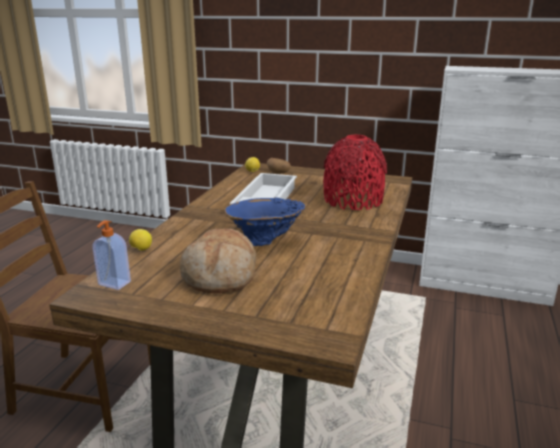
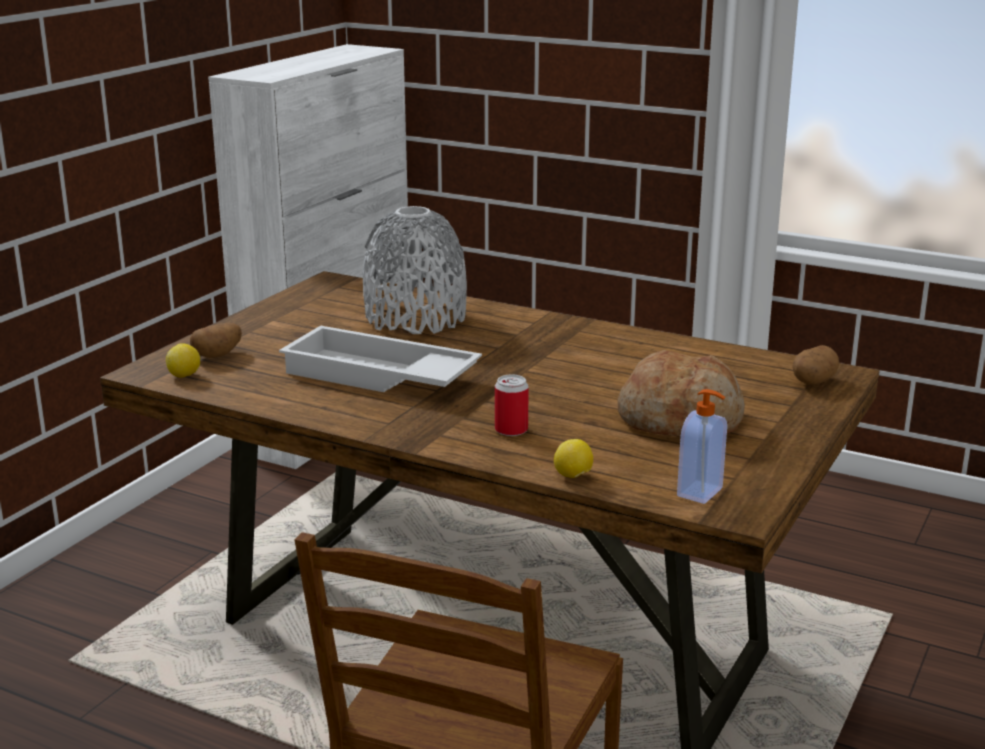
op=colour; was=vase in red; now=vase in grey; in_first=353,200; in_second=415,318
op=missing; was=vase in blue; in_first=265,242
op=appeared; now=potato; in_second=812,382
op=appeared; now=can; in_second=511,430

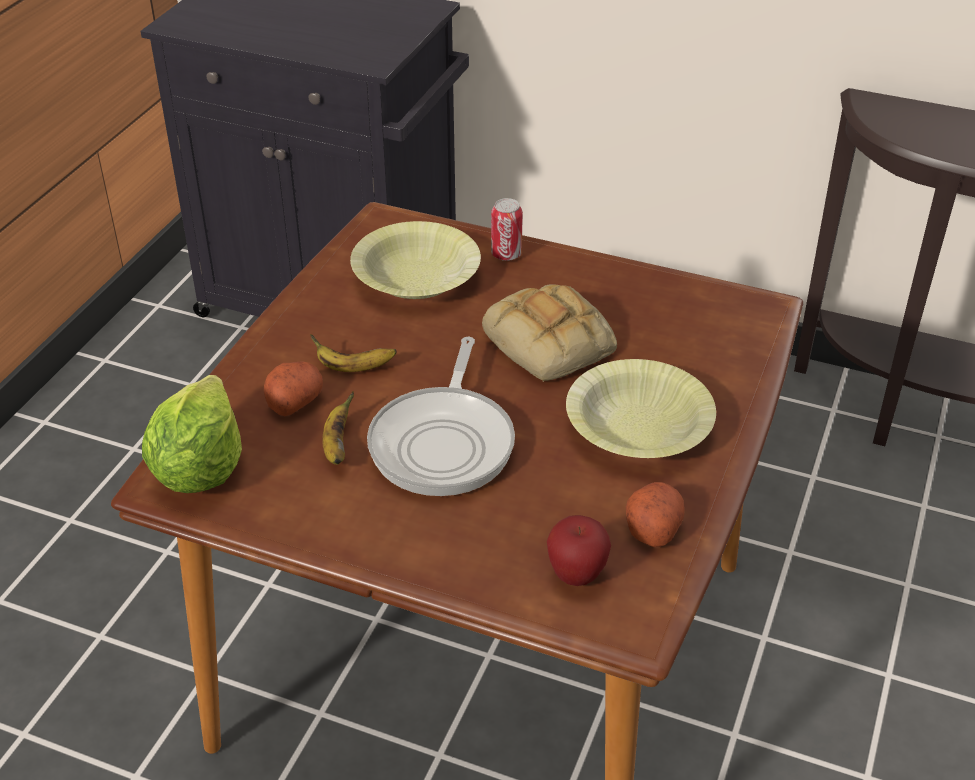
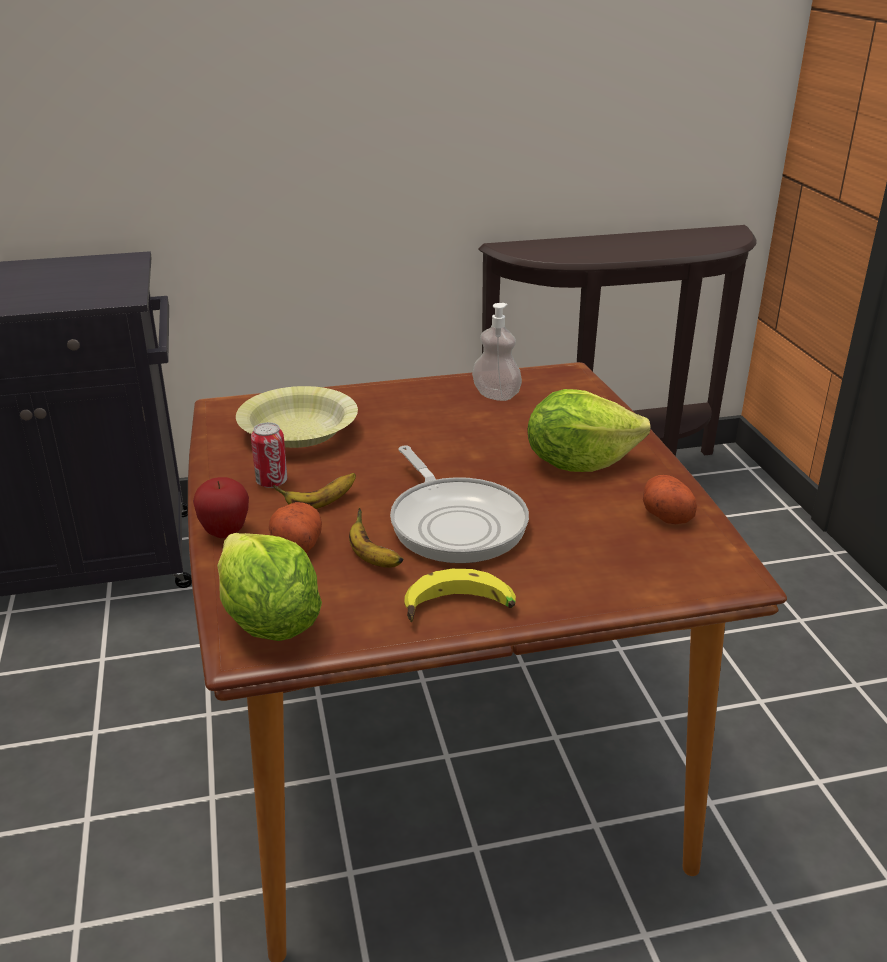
op=relocated; was=can; in_first=506,254; in_second=271,482
op=missing; was=bread; in_first=552,342
op=exchanged; was=bowl in yellow; now=lettuce; in_first=638,427; in_second=578,463
op=relocated; was=apple; in_first=576,575; in_second=225,532
op=appeared; now=soap dispenser; in_second=496,395
op=appeared; now=banana; in_second=459,611

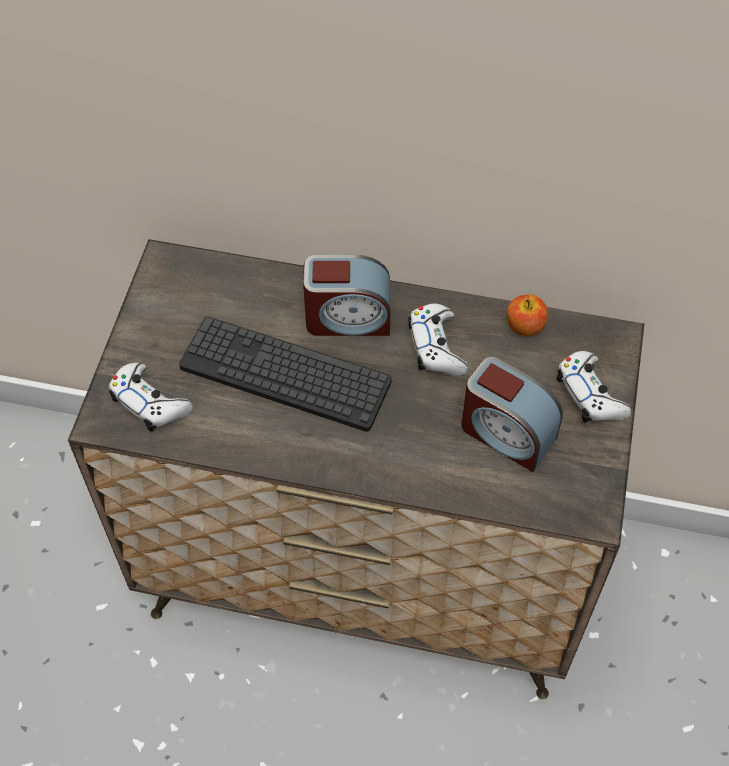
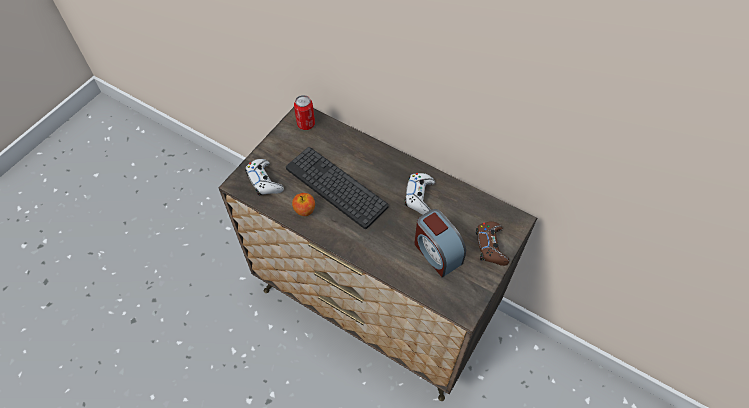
op=missing; was=alarm clock; in_first=348,318
op=relocated; was=apple; in_first=524,326; in_second=304,210
op=colour; was=game controller in white; now=game controller in brown; in_first=590,394; in_second=491,246
op=appeared; now=can; in_second=306,124

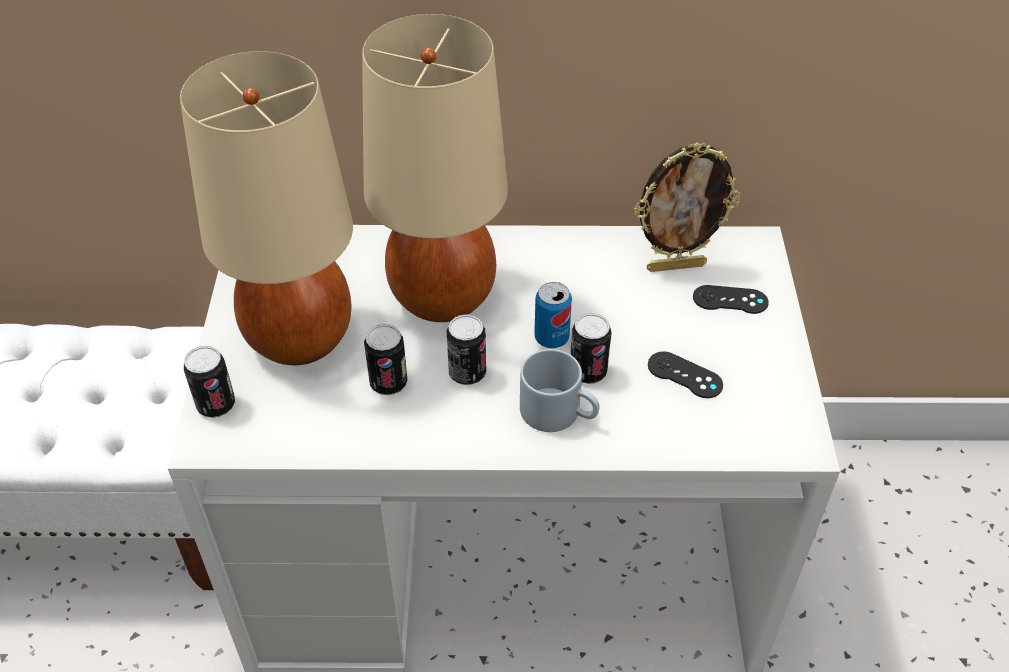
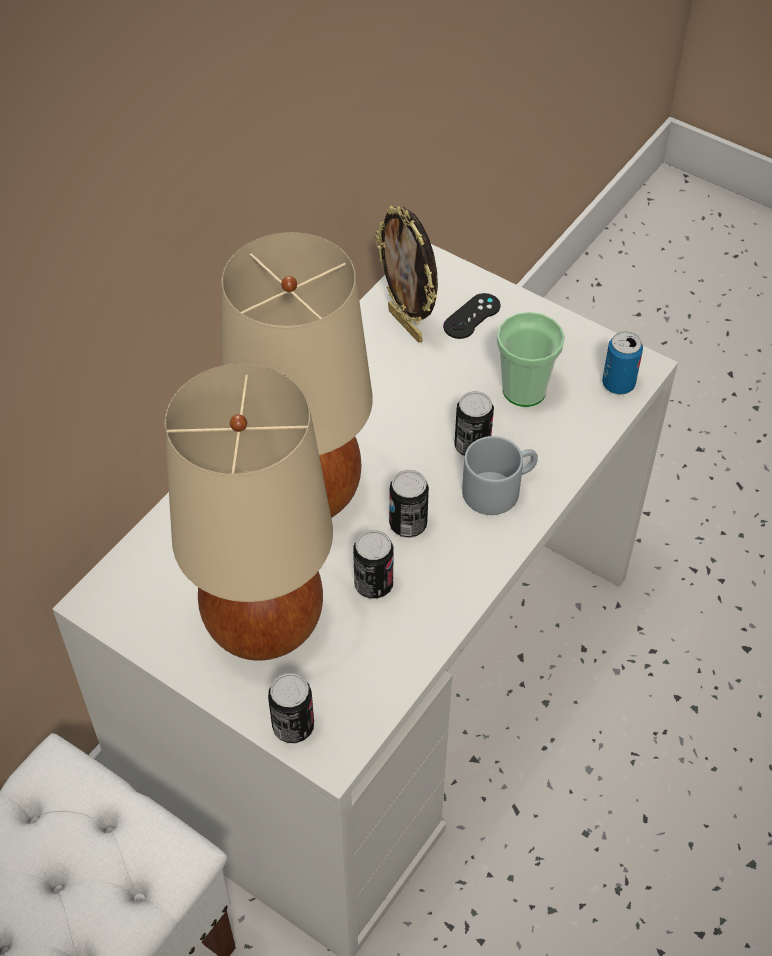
op=spun; was=picture frame; in_first=676,266; in_second=407,325; clockwise=120
op=relocated; was=can; in_first=551,338; in_second=618,384
op=exchanged; was=game controller in black; now=cup; in_first=684,375; in_second=524,390

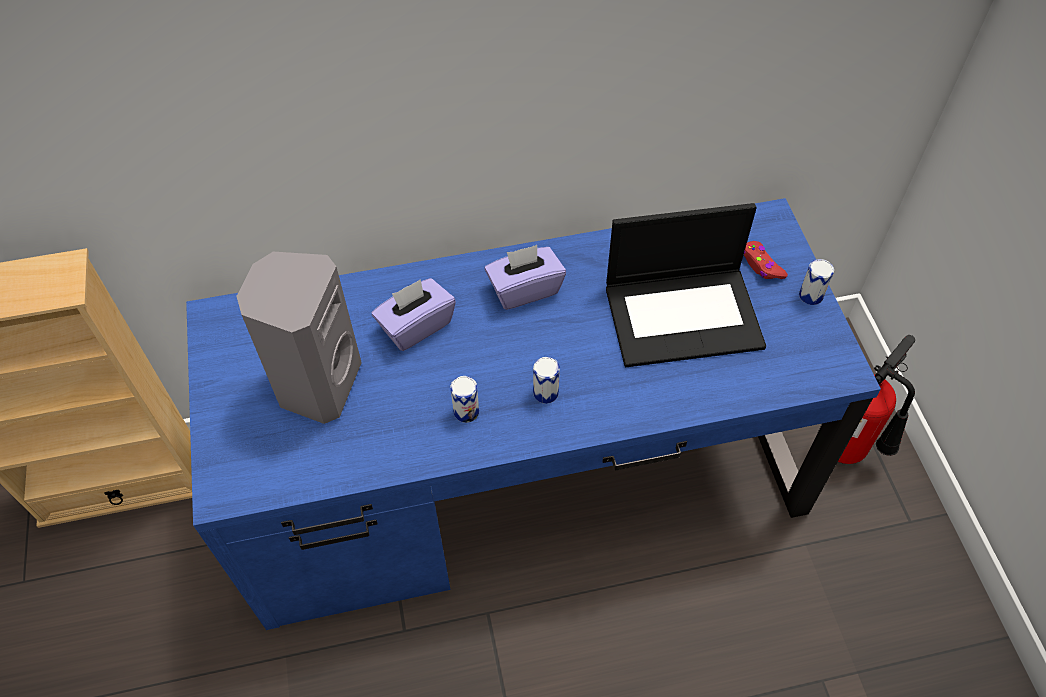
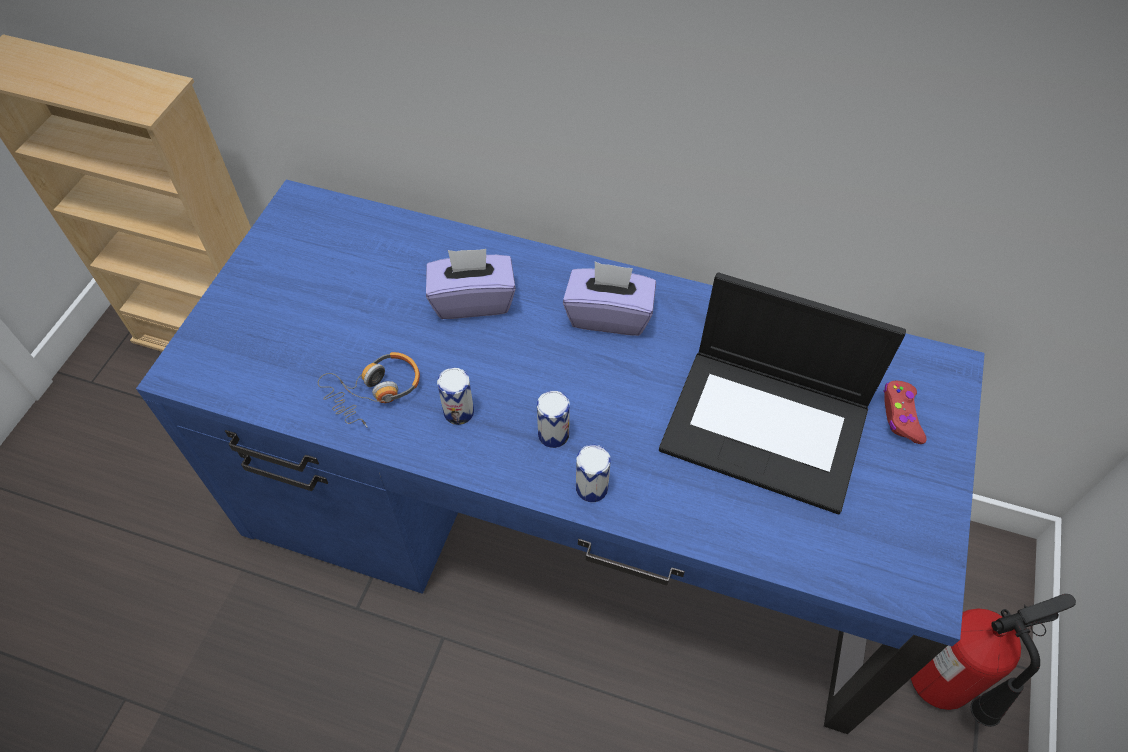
op=missing; was=speaker in grey; in_first=317,384
op=relocated; was=can; in_first=810,296; in_second=591,488
op=appeared; now=headphones; in_second=375,392

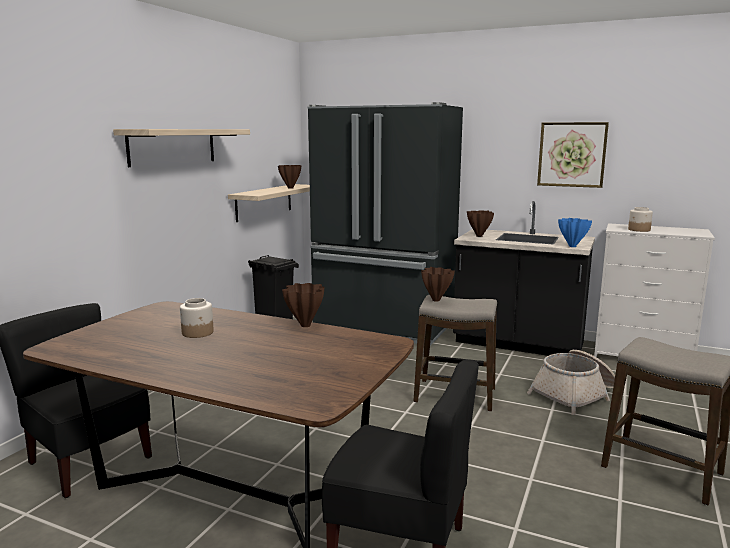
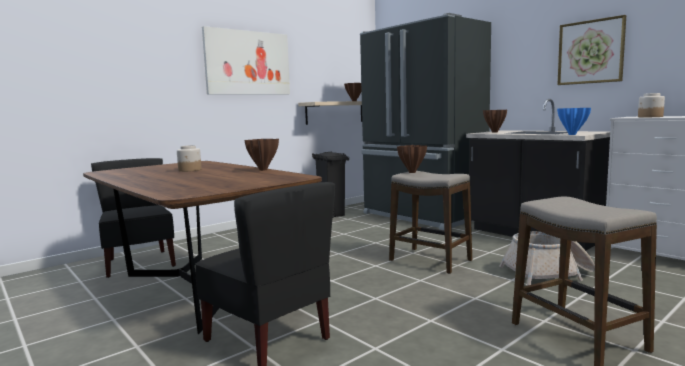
op=exchanged; was=shelf; now=picture; in_first=173,146; in_second=248,63

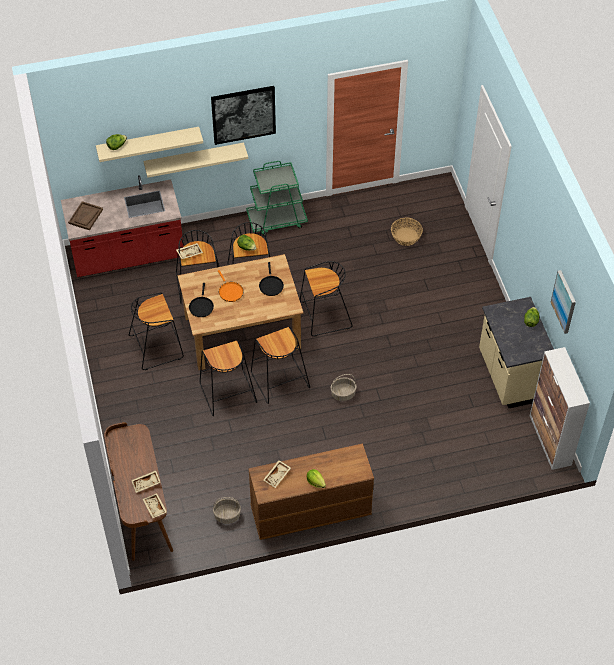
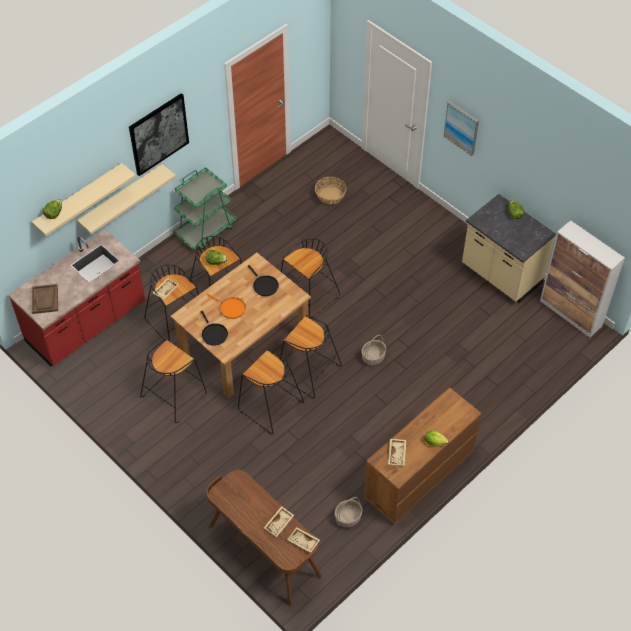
op=relocated; was=picture; in_first=564,301; in_second=461,127

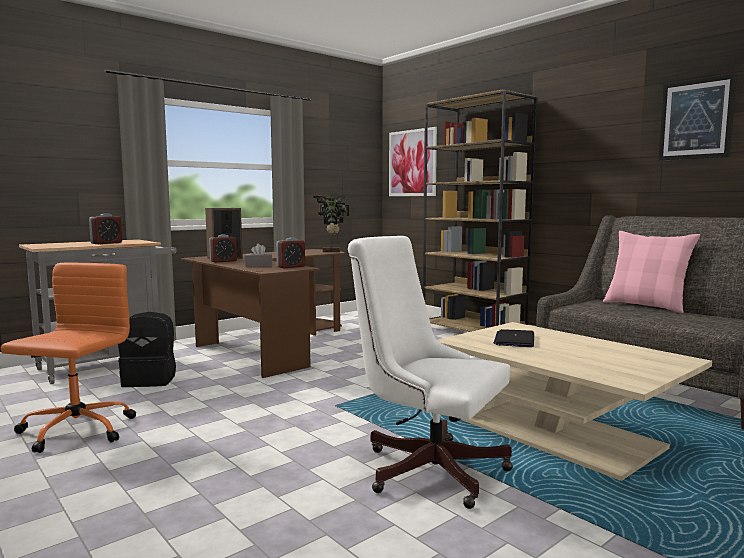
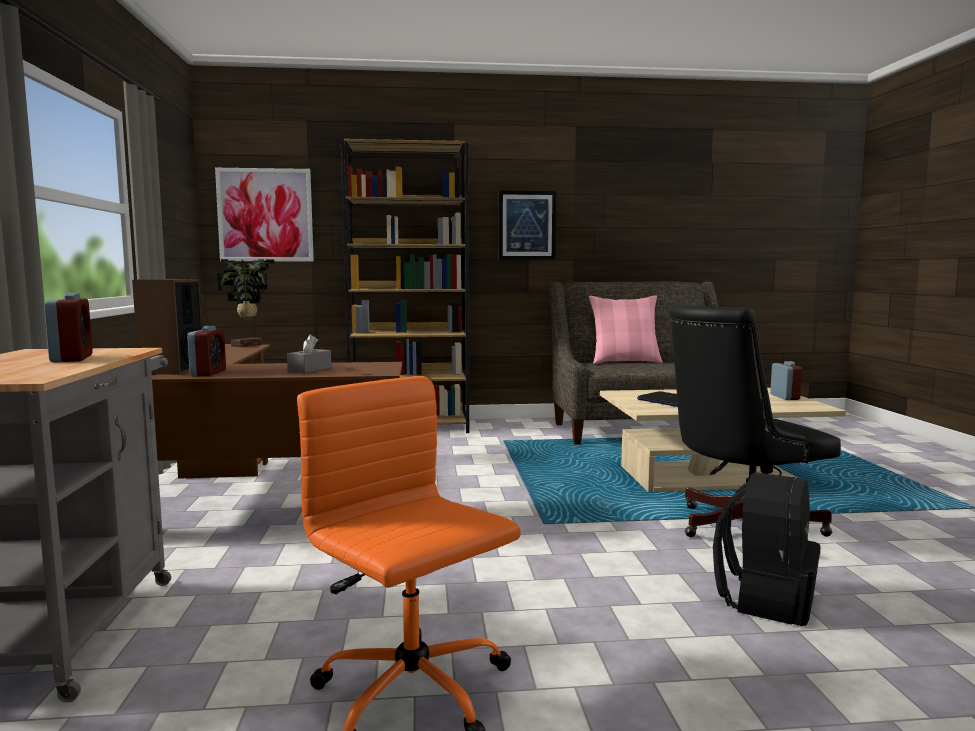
op=relocated; was=picture; in_first=696,119; in_second=527,225
op=colour; was=office chair in white; now=office chair in black; in_first=426,467; in_second=739,529
op=relocated; was=alarm clock; in_first=291,267; in_second=784,397
op=relocated; was=backpack in black; in_first=150,380; in_second=765,600

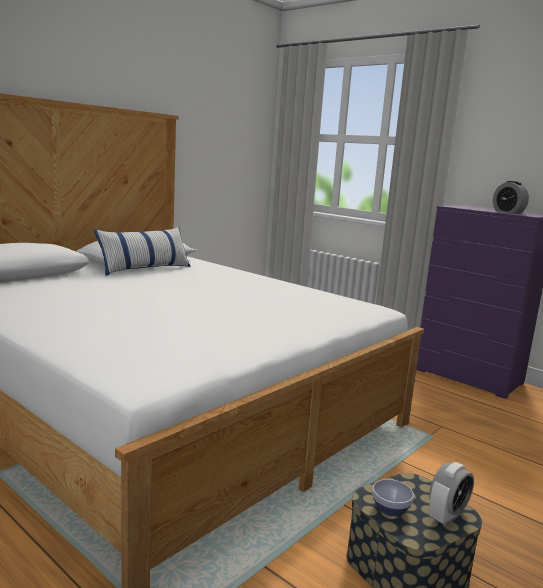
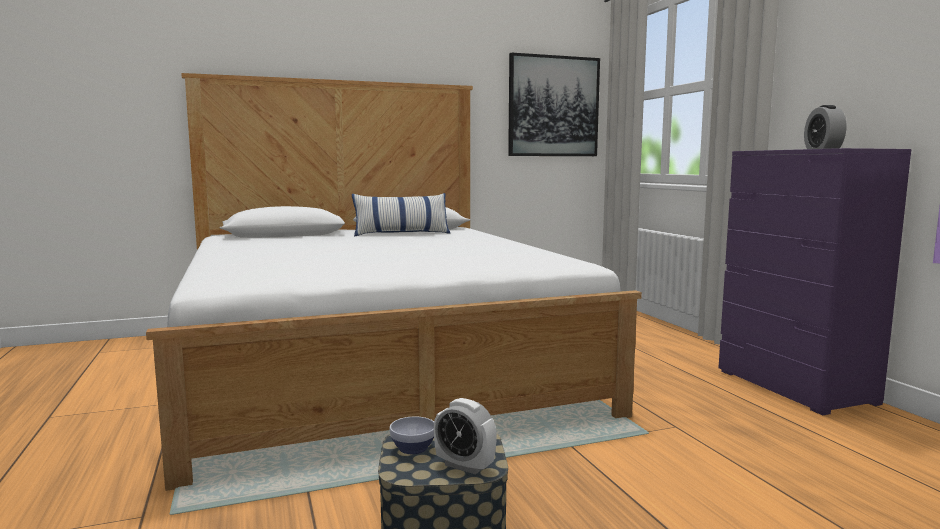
op=spun; was=alarm clock; in_first=447,516; in_second=464,466; clockwise=45
op=appeared; now=picture; in_second=553,106

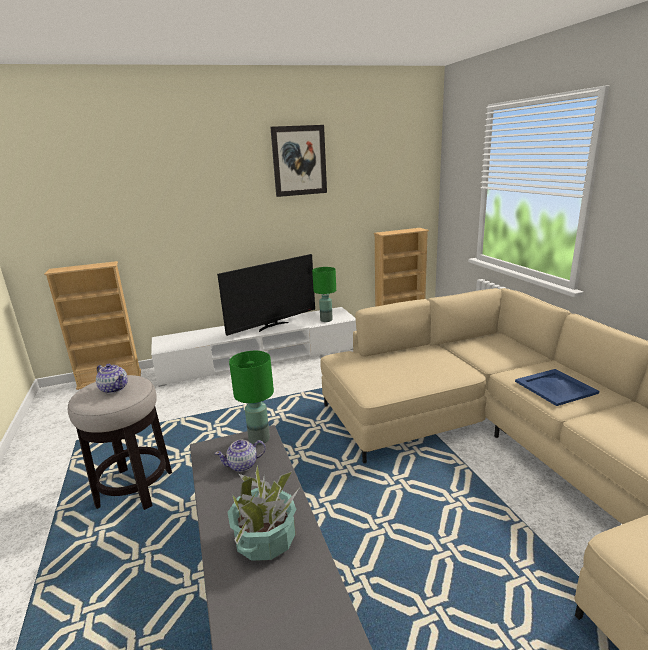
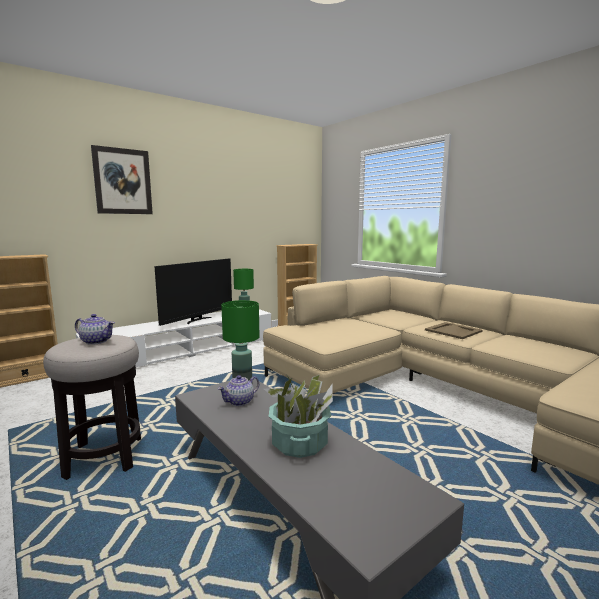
op=relocated; was=picture; in_first=299,161; in_second=123,181
op=colour; was=tray in blue; now=tray in beige; in_first=555,387; in_second=453,331

